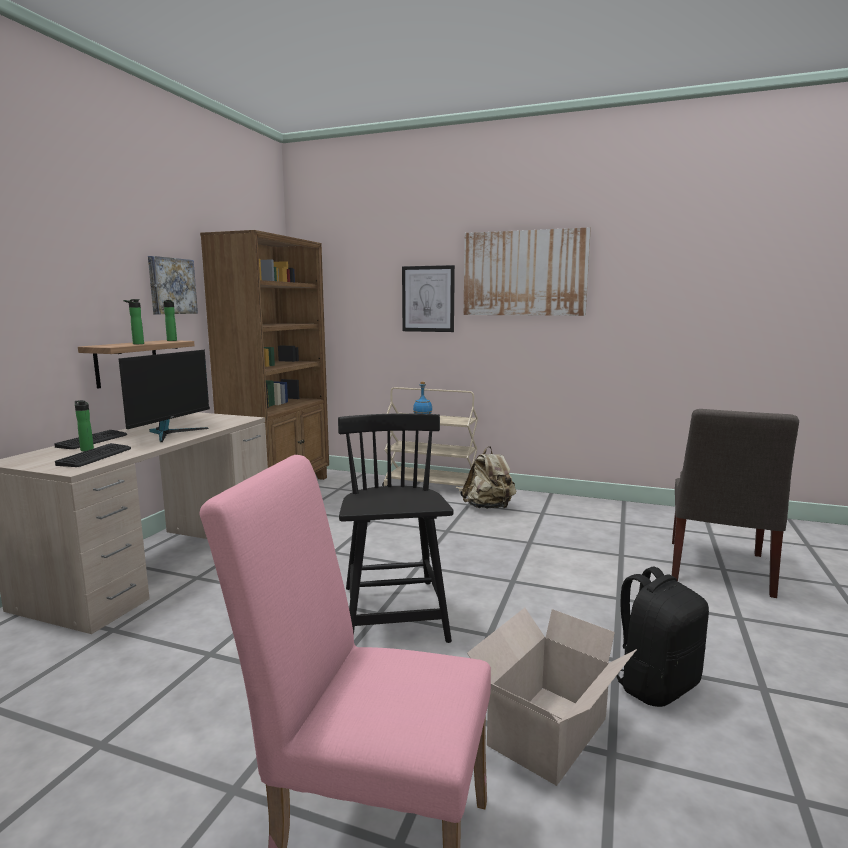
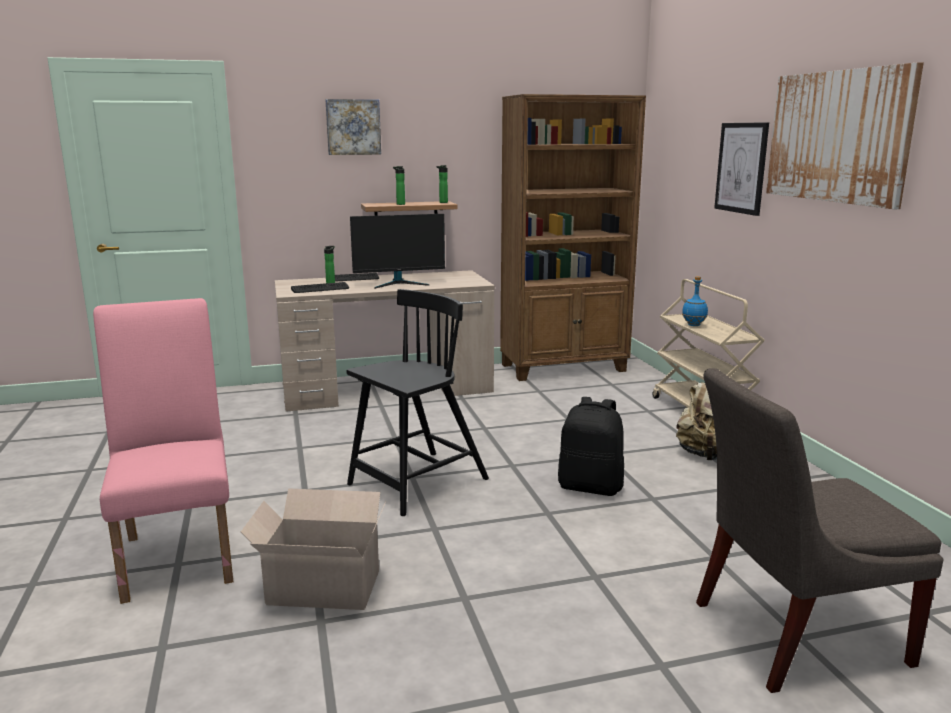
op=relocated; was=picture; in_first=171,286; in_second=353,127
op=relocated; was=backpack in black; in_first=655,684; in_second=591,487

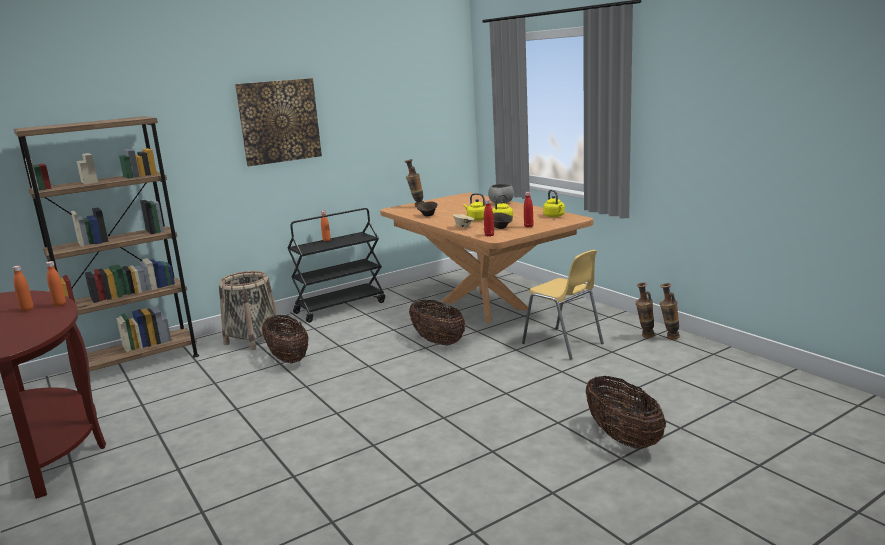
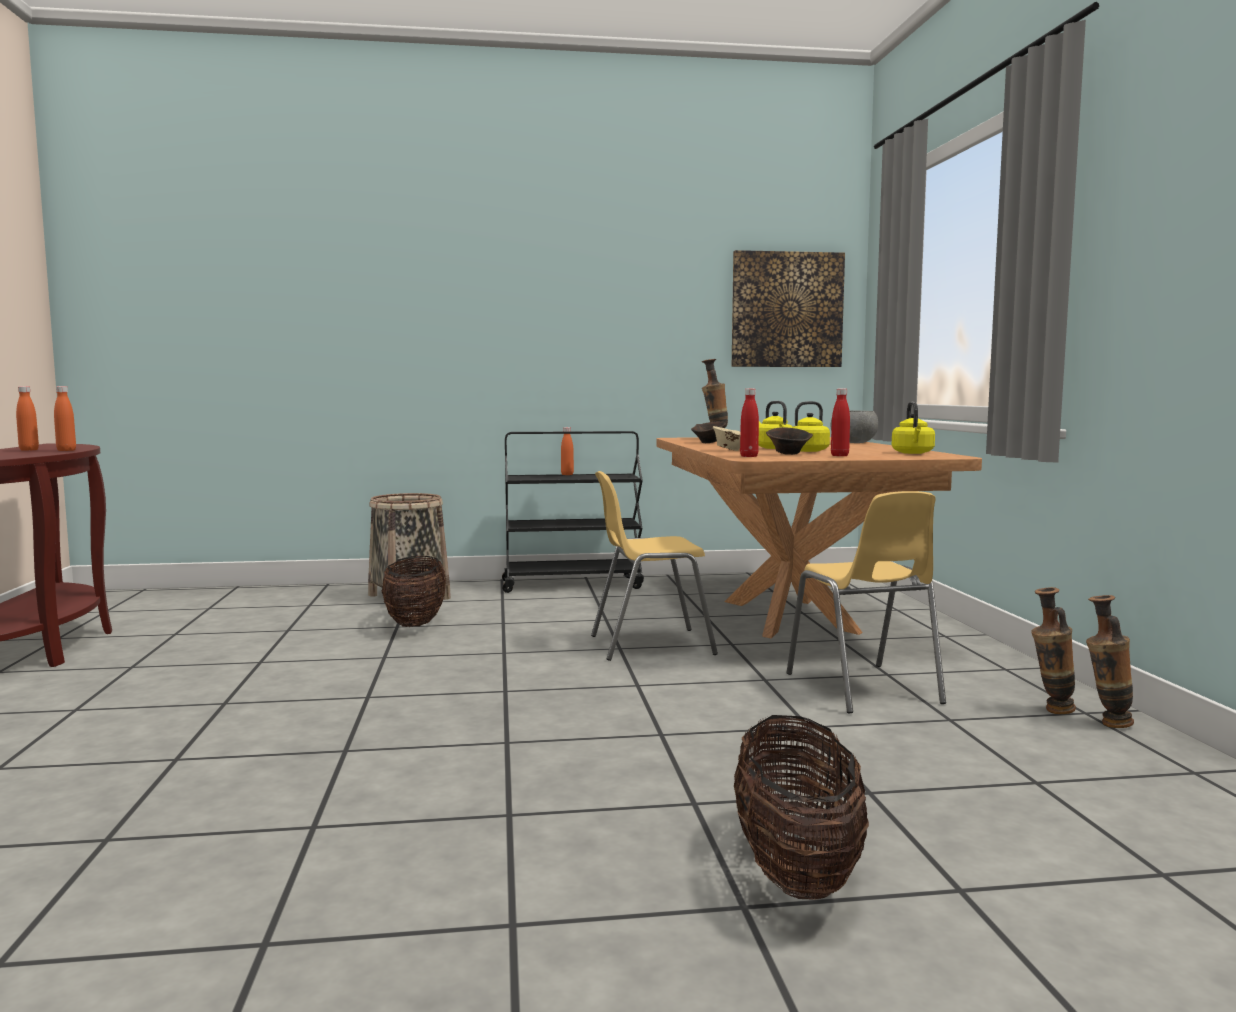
op=relocated; was=picture; in_first=279,121; in_second=787,310
op=missing; was=bookcase in brown; in_first=137,363
op=exchanged; was=basket; now=chair in yellow; in_first=438,341; in_second=650,645

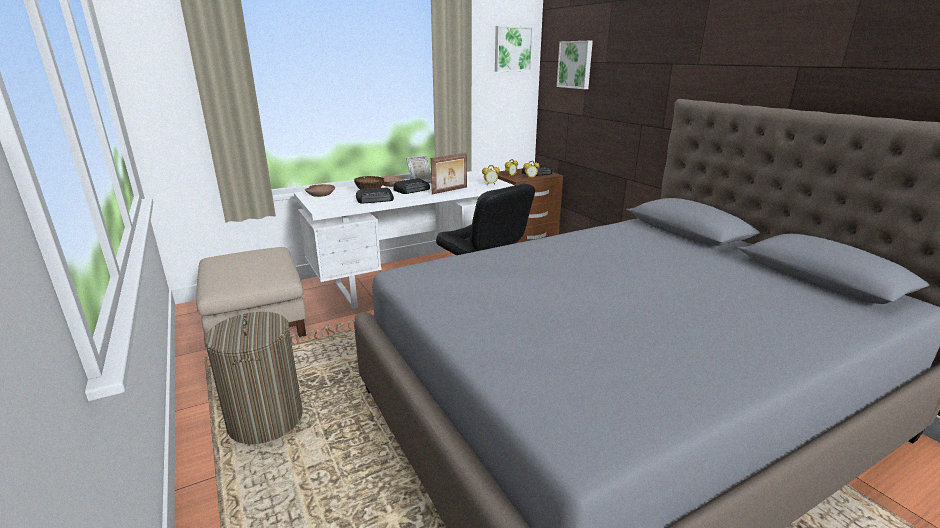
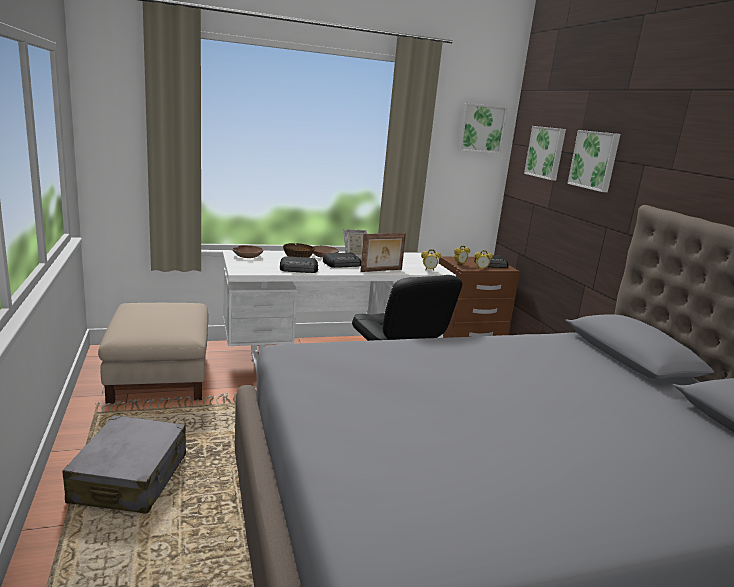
op=exchanged; was=laundry basket; now=suitcase in grey; in_first=265,419; in_second=130,478
op=appeared; now=picture; in_second=595,160

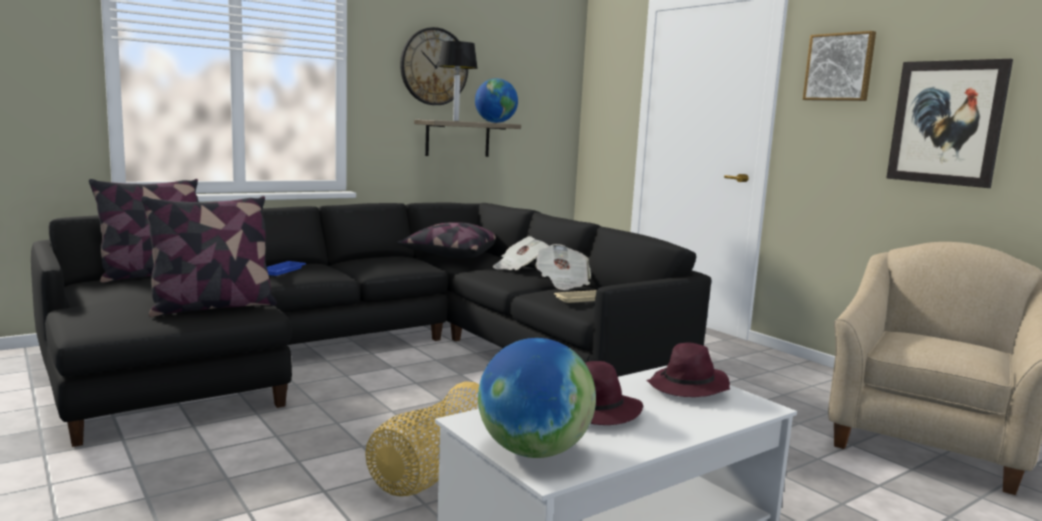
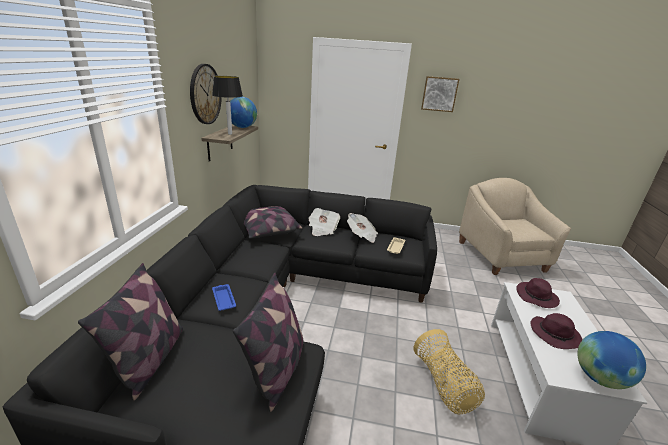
op=missing; was=picture; in_first=946,122

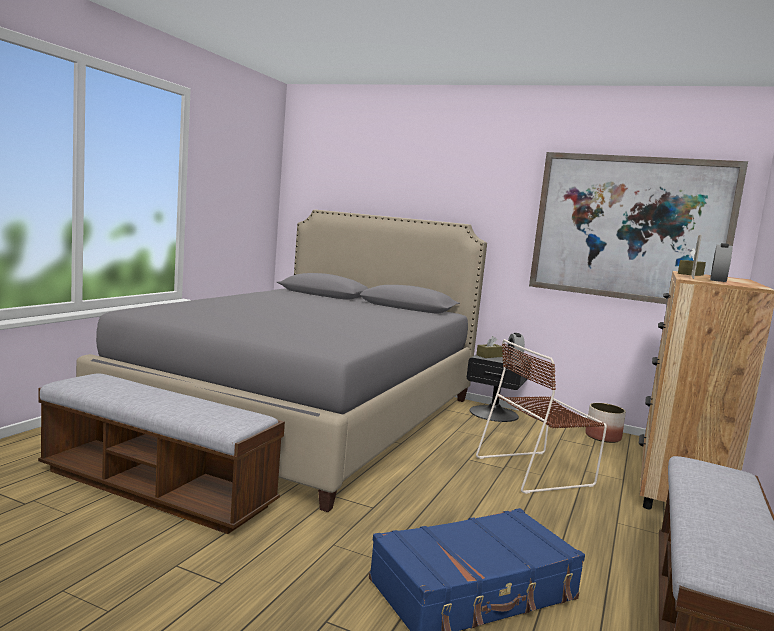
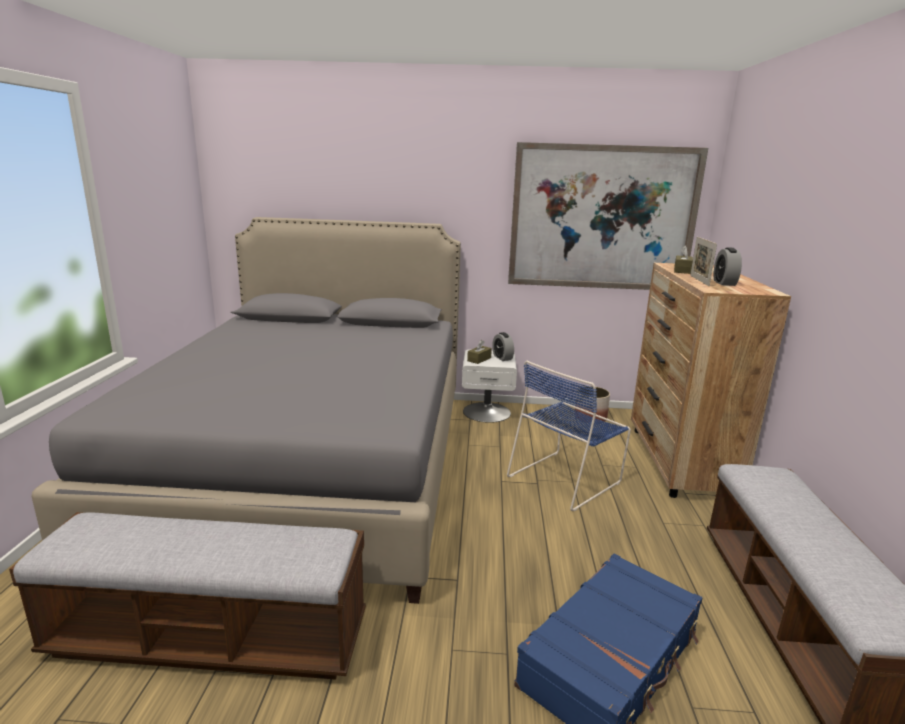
op=colour; was=chair in brown; now=chair in blue; in_first=537,471; in_second=566,478
op=colour; was=nightstand in black; now=nightstand in white; in_first=494,413; in_second=487,412

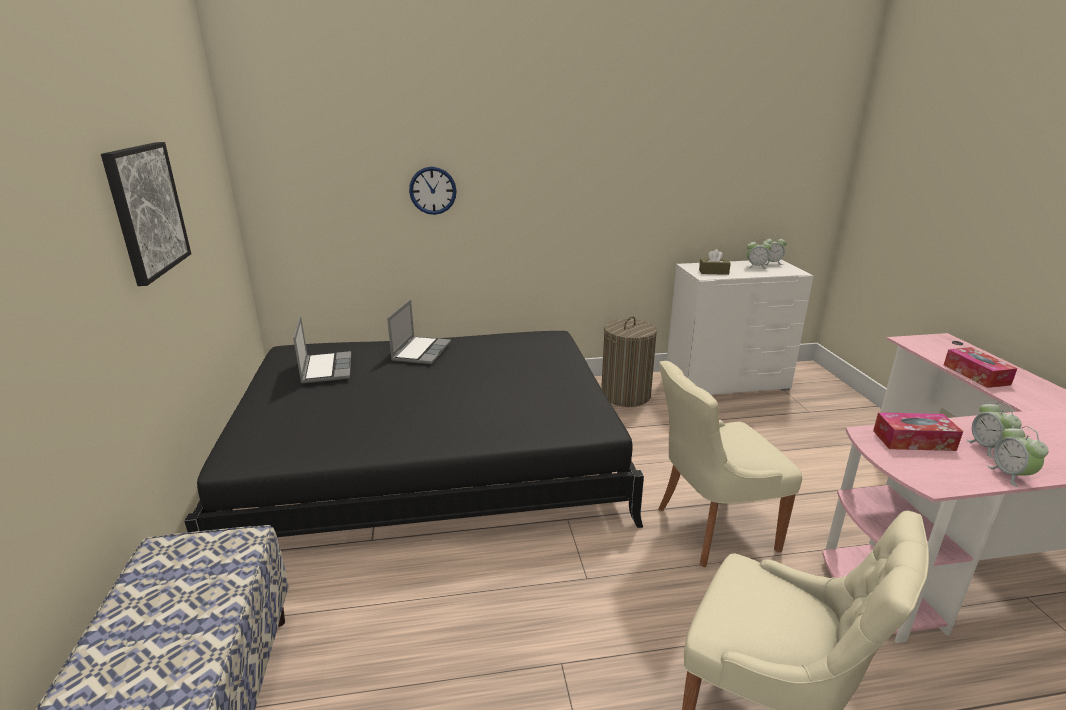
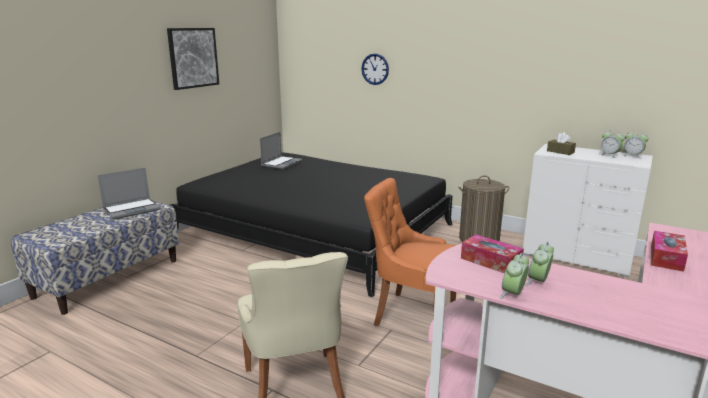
op=relocated; was=laptop; in_first=421,351; in_second=132,209
op=colour; was=chair in beige; now=chair in orange; in_first=711,528; in_second=411,314

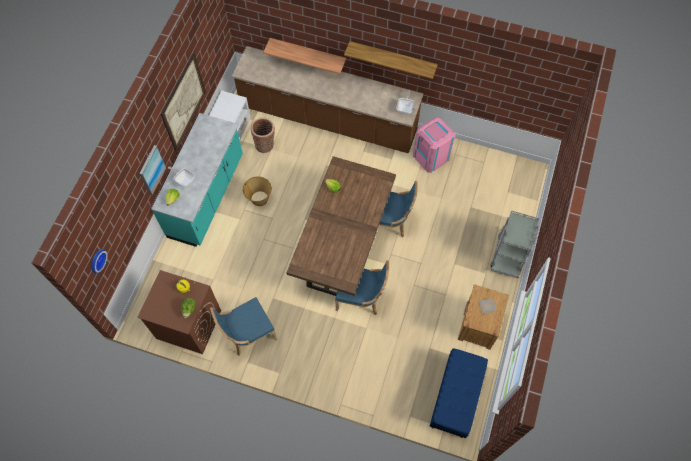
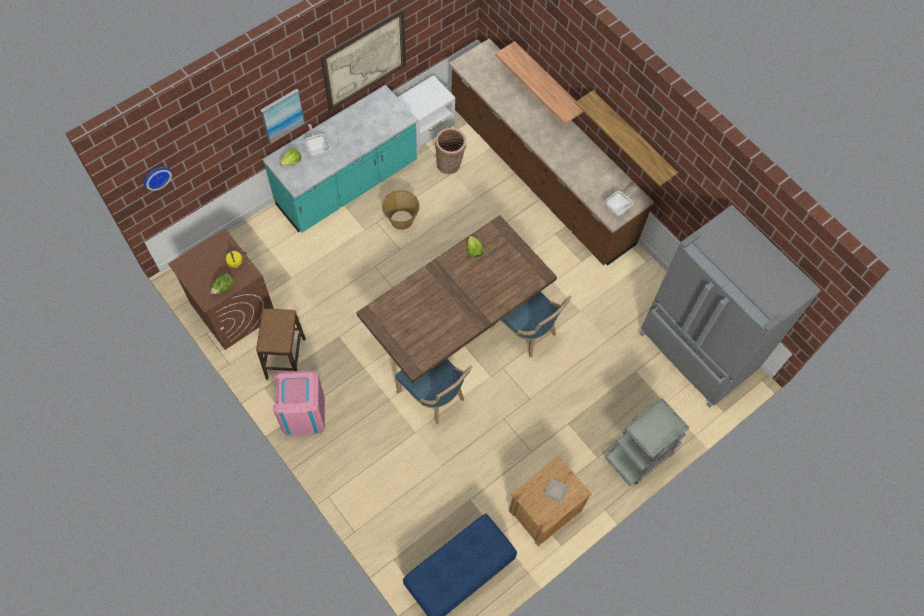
op=relocated; was=trash can in pink; in_first=431,156; in_second=303,414
op=exchanged; was=chair in blue; now=stool; in_first=248,334; in_second=285,358
op=appeared; now=fridge in grey; in_second=696,352

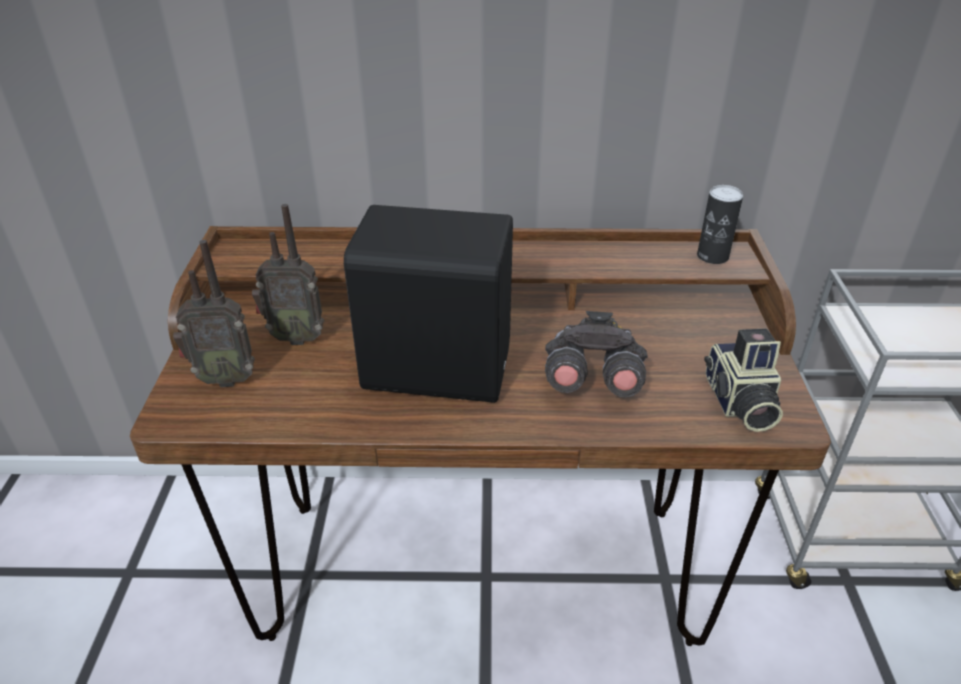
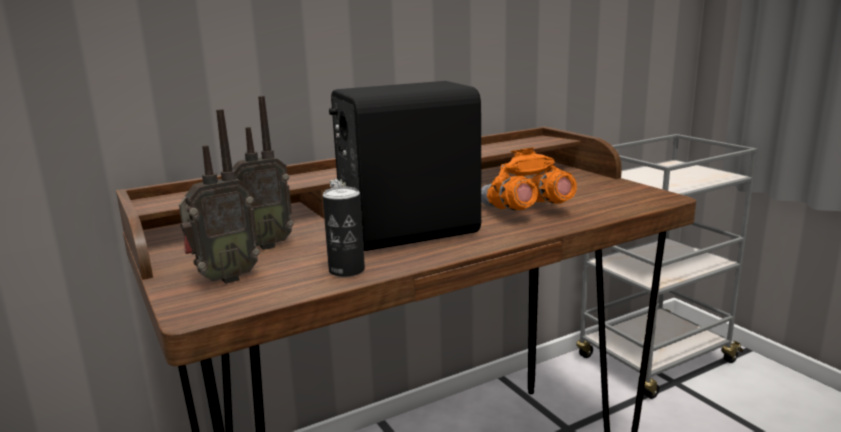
op=relocated; was=can; in_first=712,256; in_second=346,270
op=colour; was=binoculars in grey; now=binoculars in orange; in_first=590,381; in_second=524,211
op=missing; was=photo camera; in_first=738,403

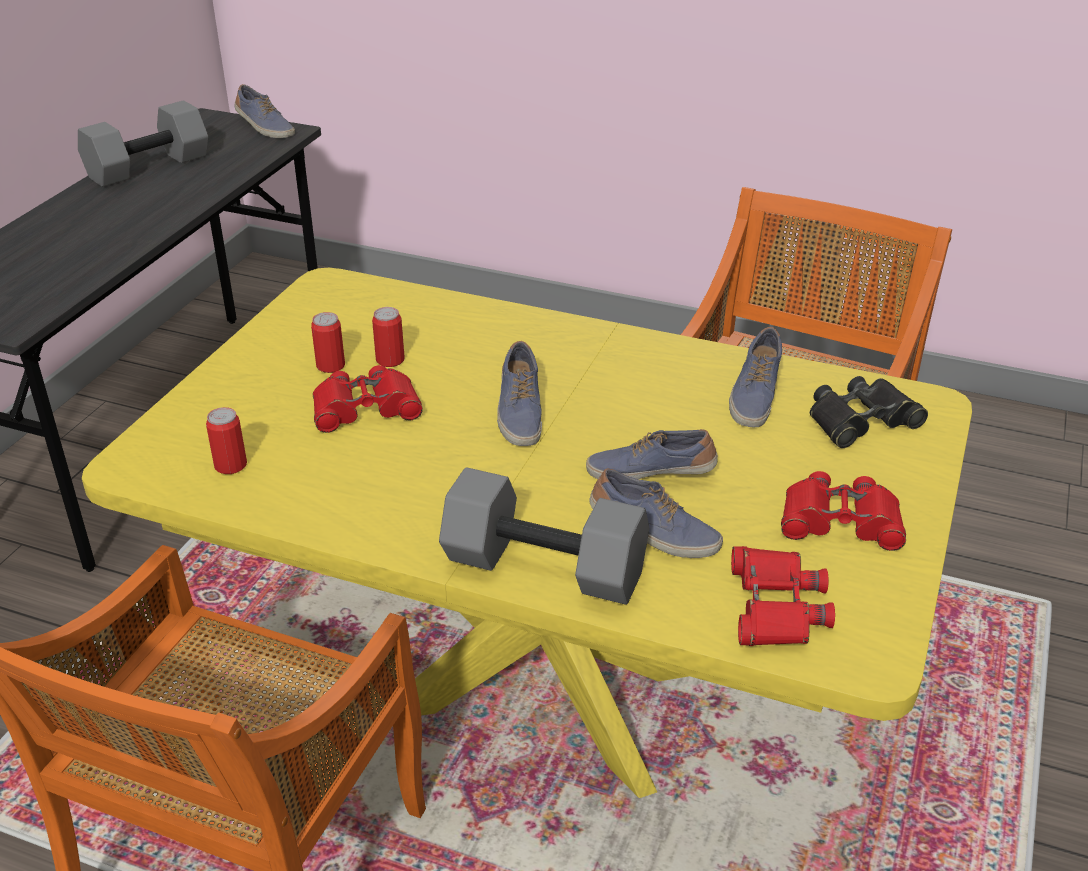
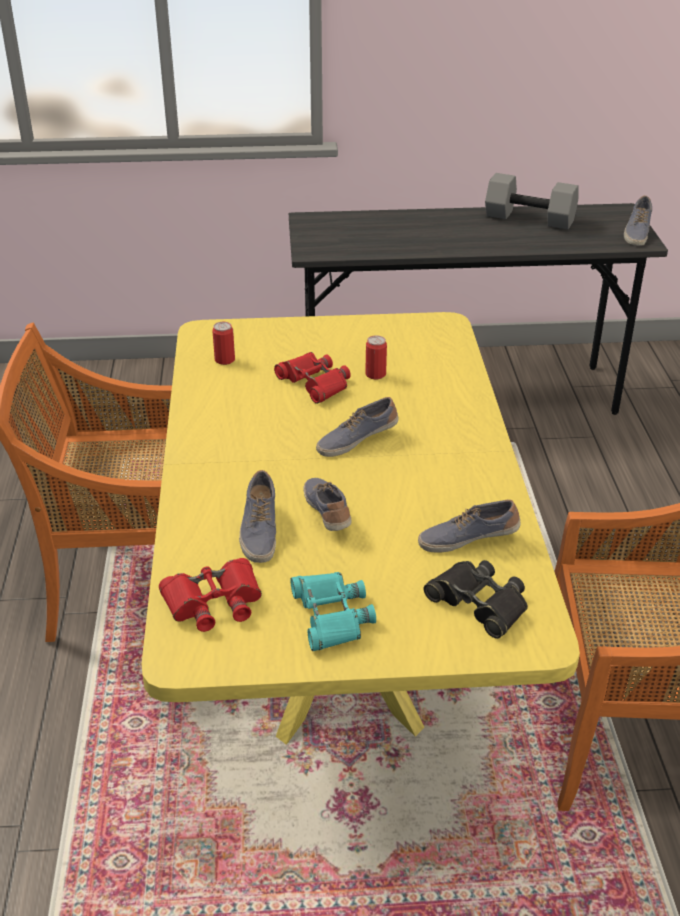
op=missing; was=can; in_first=330,366
op=missing; was=dumbbell in grey; in_first=547,565
op=colour; was=binoculars in red; now=binoculars in turquoise; in_first=840,521; in_second=331,616

